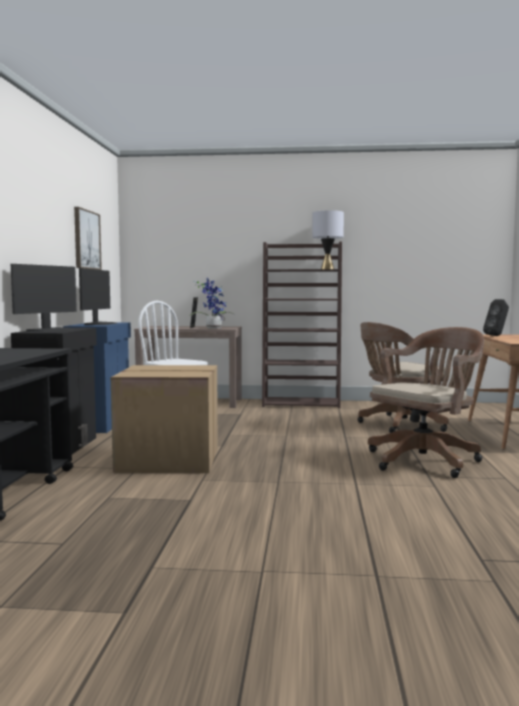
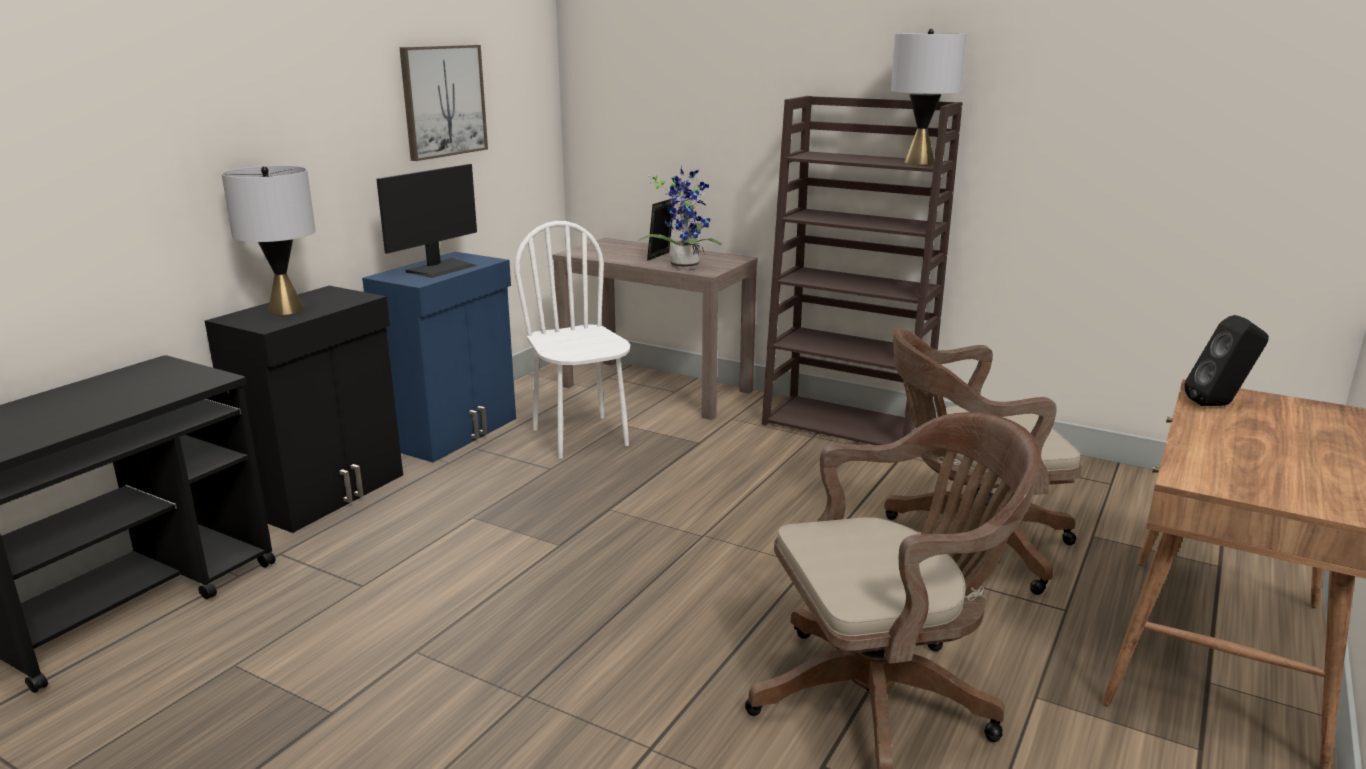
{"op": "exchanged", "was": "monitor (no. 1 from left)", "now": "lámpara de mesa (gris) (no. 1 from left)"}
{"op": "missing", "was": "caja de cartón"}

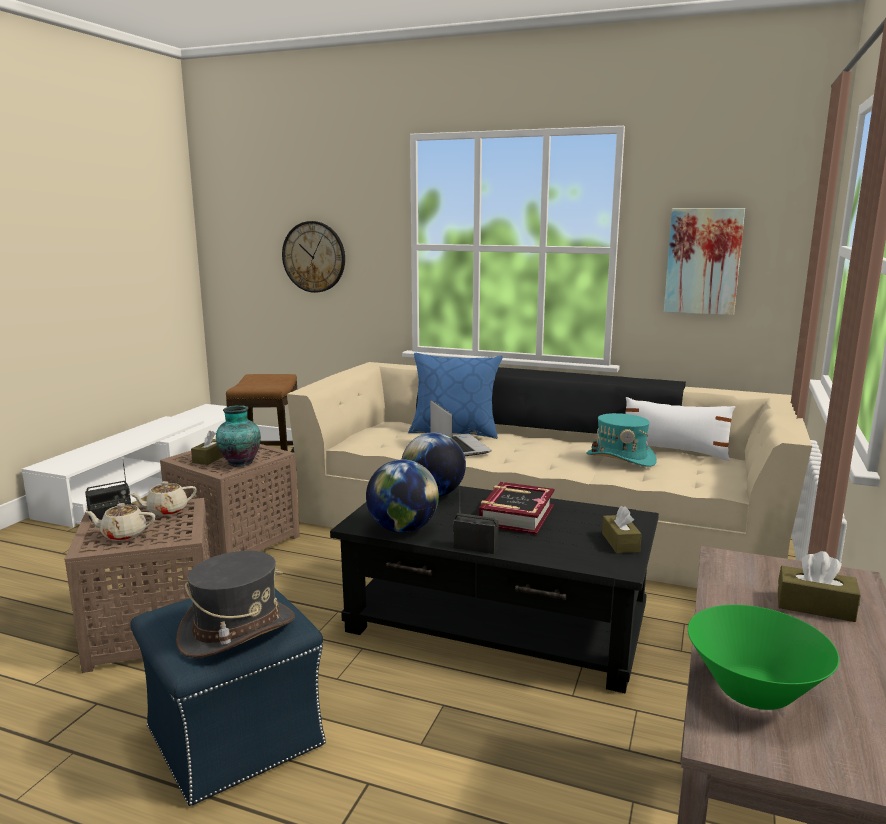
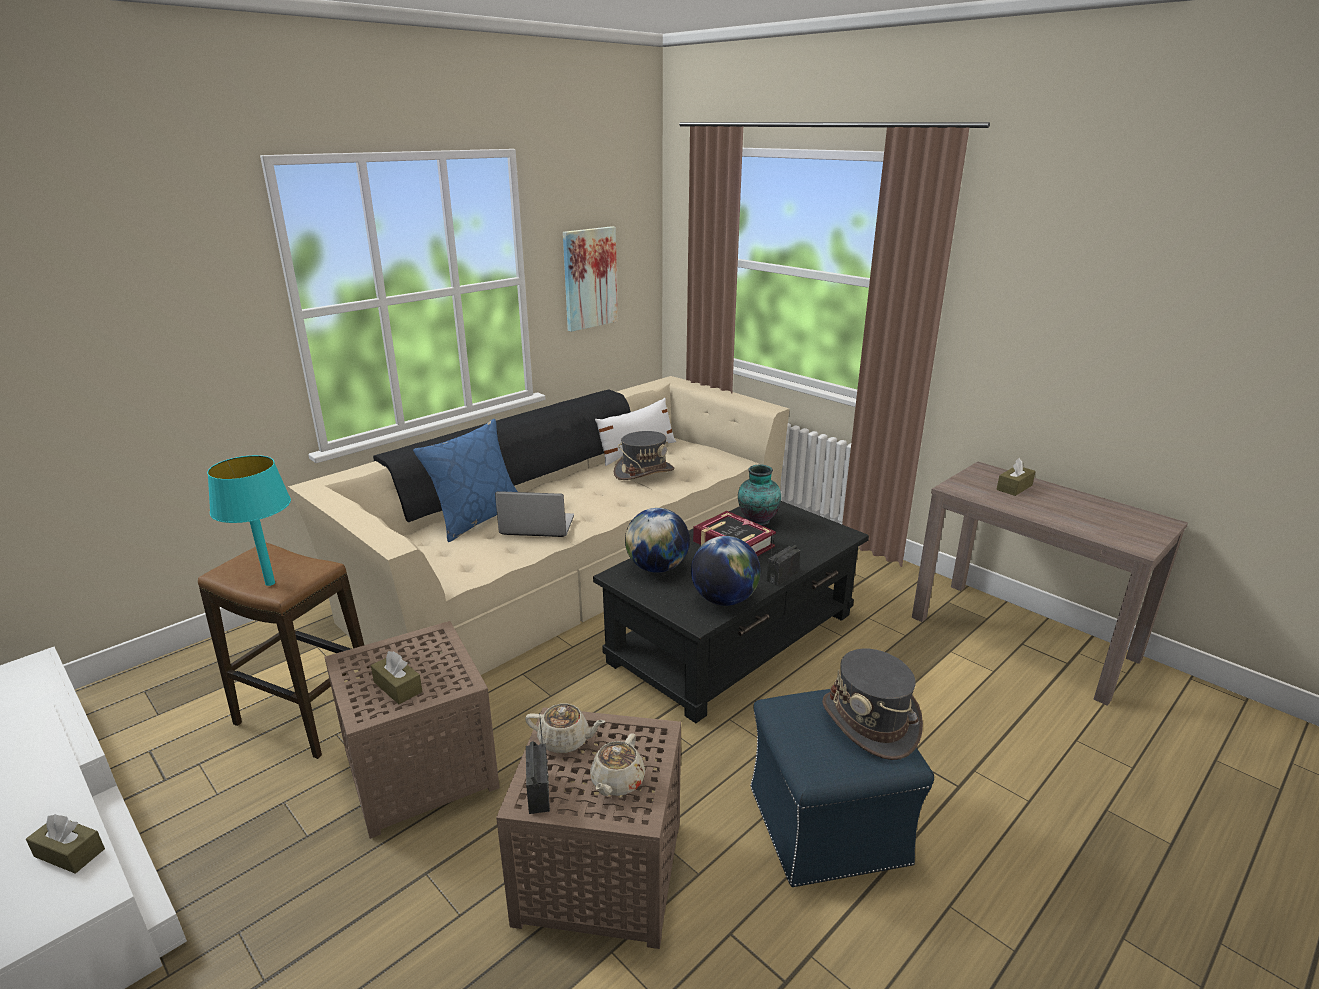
{"op": "missing", "was": "reloj de pared"}
{"op": "relocated", "was": "florero"}
{"op": "colour", "was": "sombrero (turquesa)", "now": "sombrero (gris) (no. 1 from left)"}
{"op": "spun", "was": "tetera (beis) (no. 2 from left in the first image)", "clockwise": -75}
{"op": "relocated", "was": "caja de pañuelos (marrón) (no. 2 from left in the first image)", "now": "caja de pañuelos (marrón) (no. 1 from left)"}
{"op": "missing", "was": "cuenco (verde)"}
{"op": "appeared", "now": "lámpara de mesa (turquesa)"}

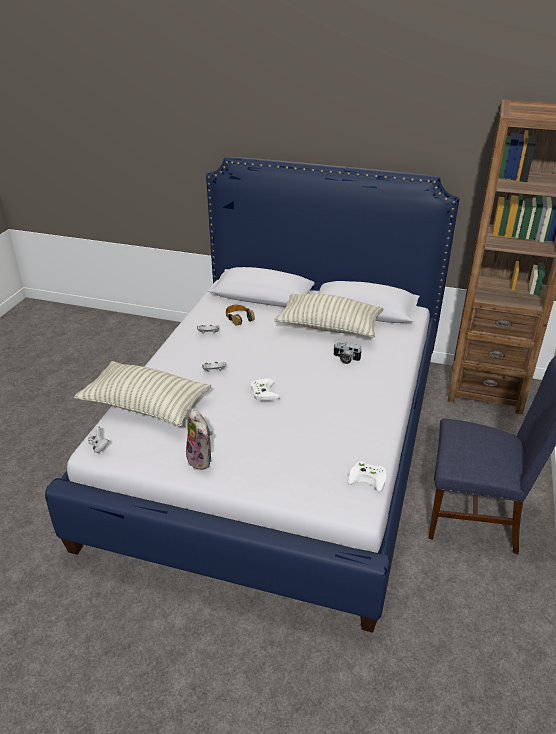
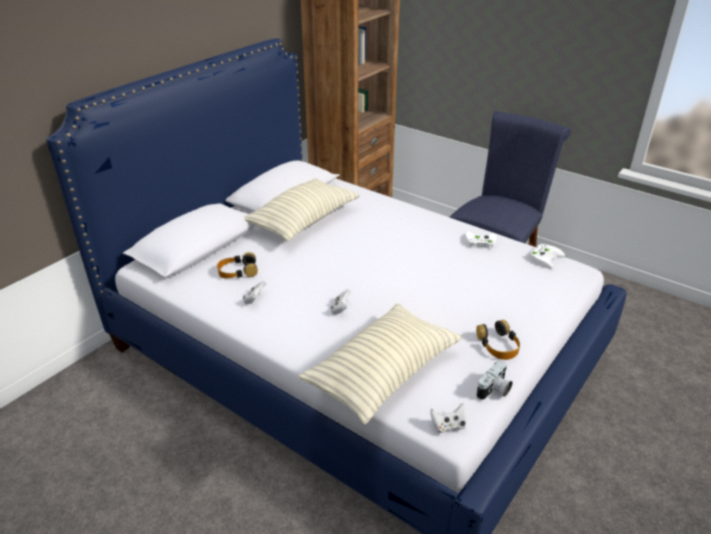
{"op": "relocated", "was": "cámara"}
{"op": "relocated", "was": "mando de consola (blanco) (no. 4 from left)"}
{"op": "exchanged", "was": "peluche", "now": "auriculares (no. 2 from left)"}

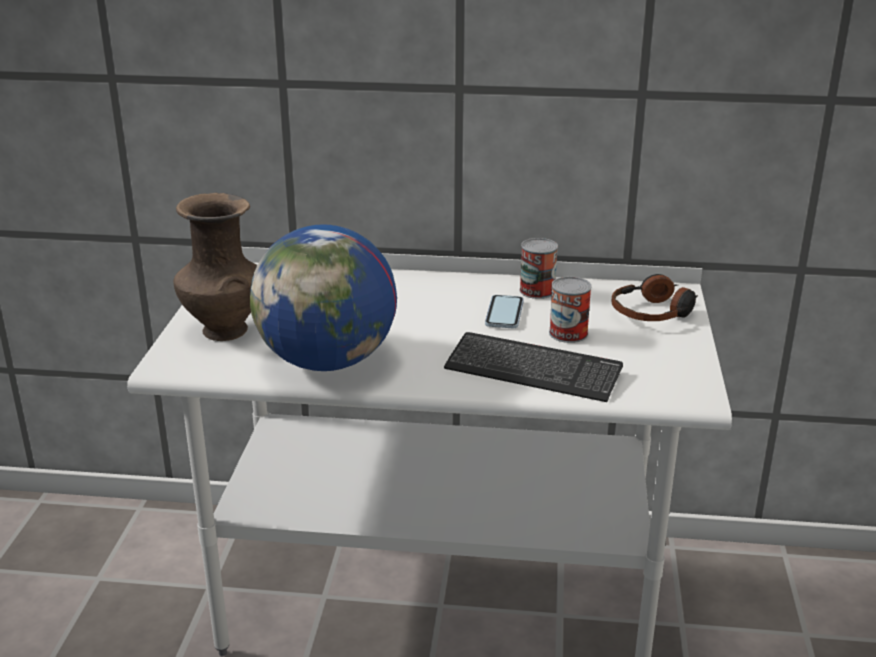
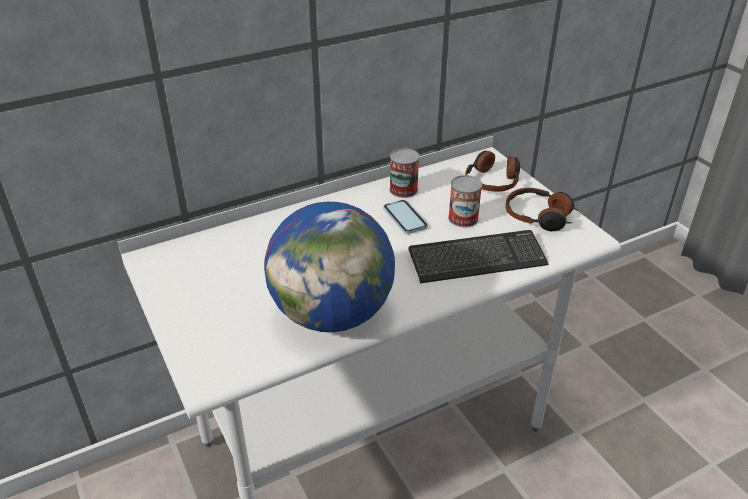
{"op": "missing", "was": "florero (marrón)"}
{"op": "appeared", "now": "auriculares (no. 2 from left)"}

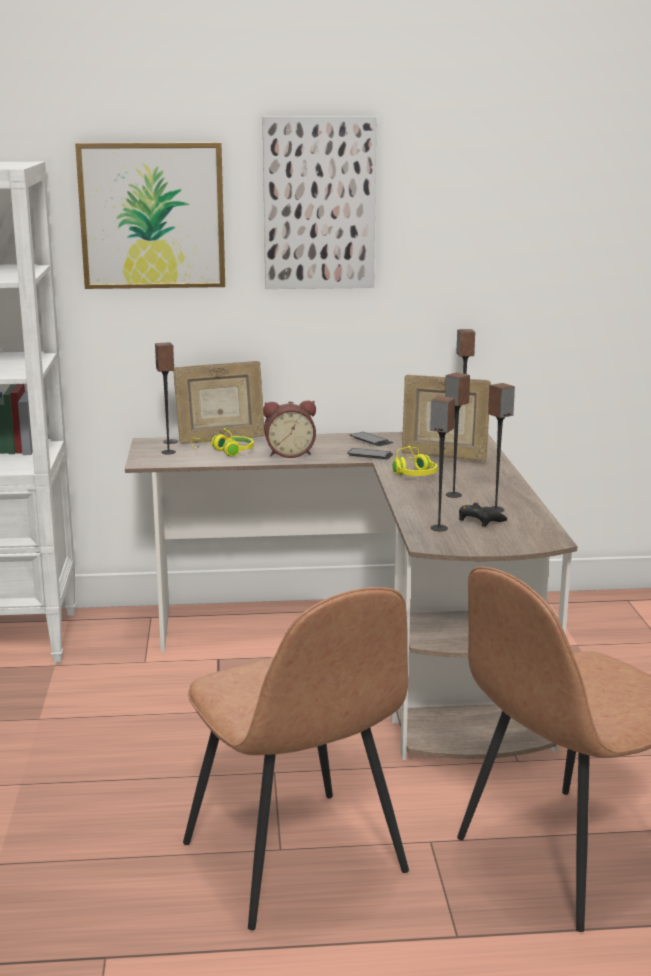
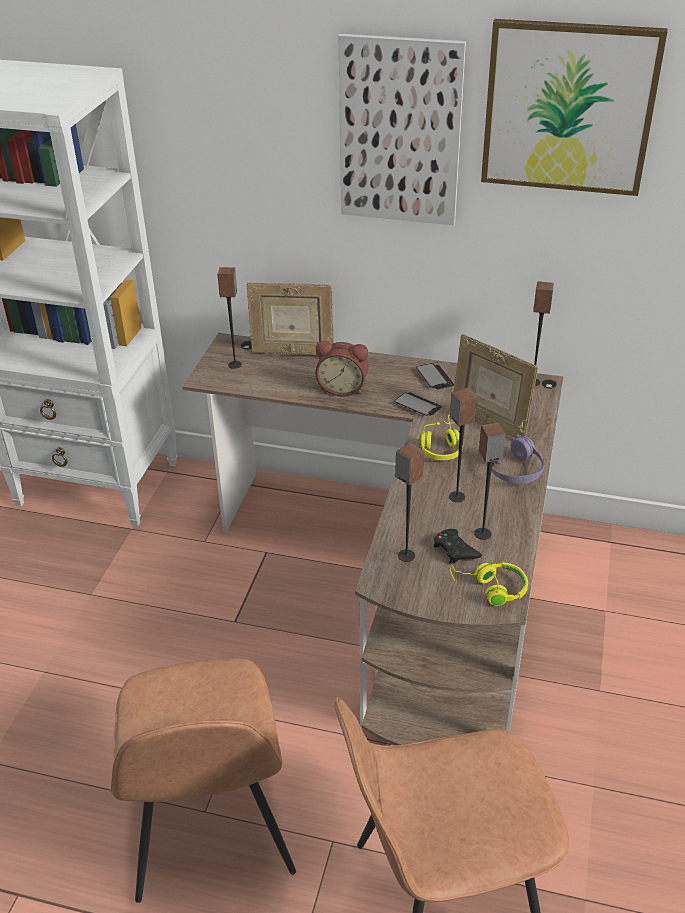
{"op": "relocated", "was": "cuadro (no. 1 from left in the first image)", "now": "cuadro (no. 2 from left)"}
{"op": "relocated", "was": "auriculares (amarillo) (no. 1 from left in the first image)", "now": "auriculares (amarillo) (no. 2 from left)"}
{"op": "appeared", "now": "auriculares (morado)"}

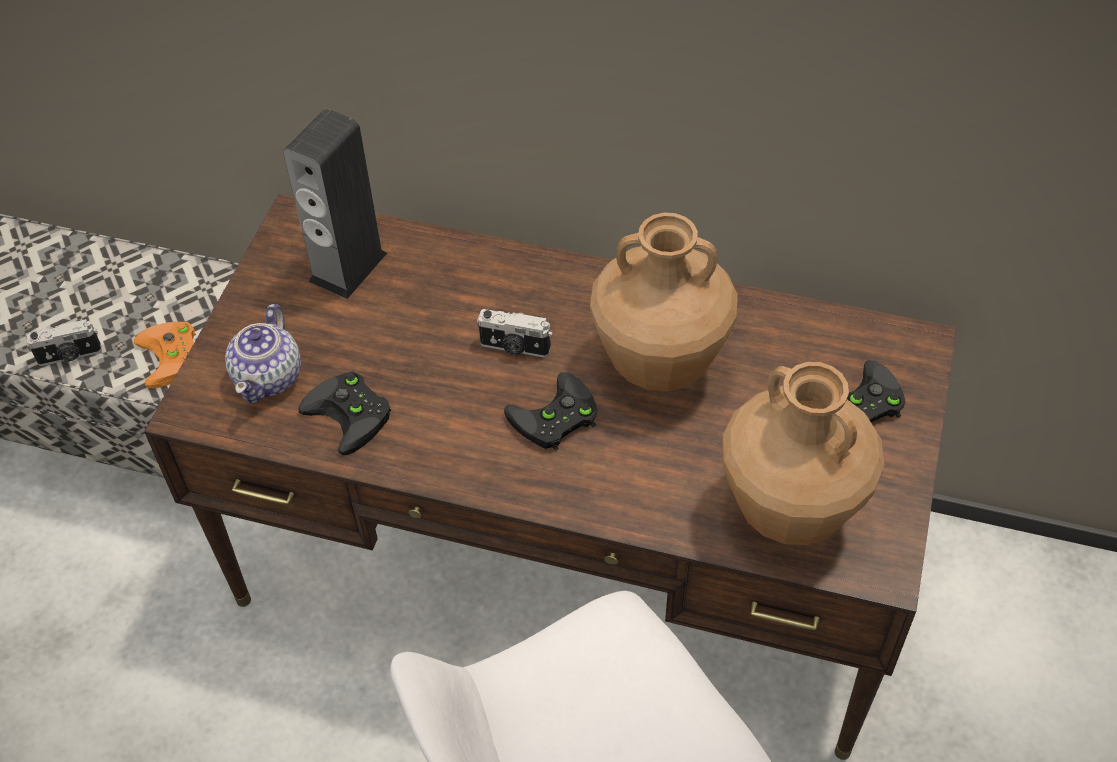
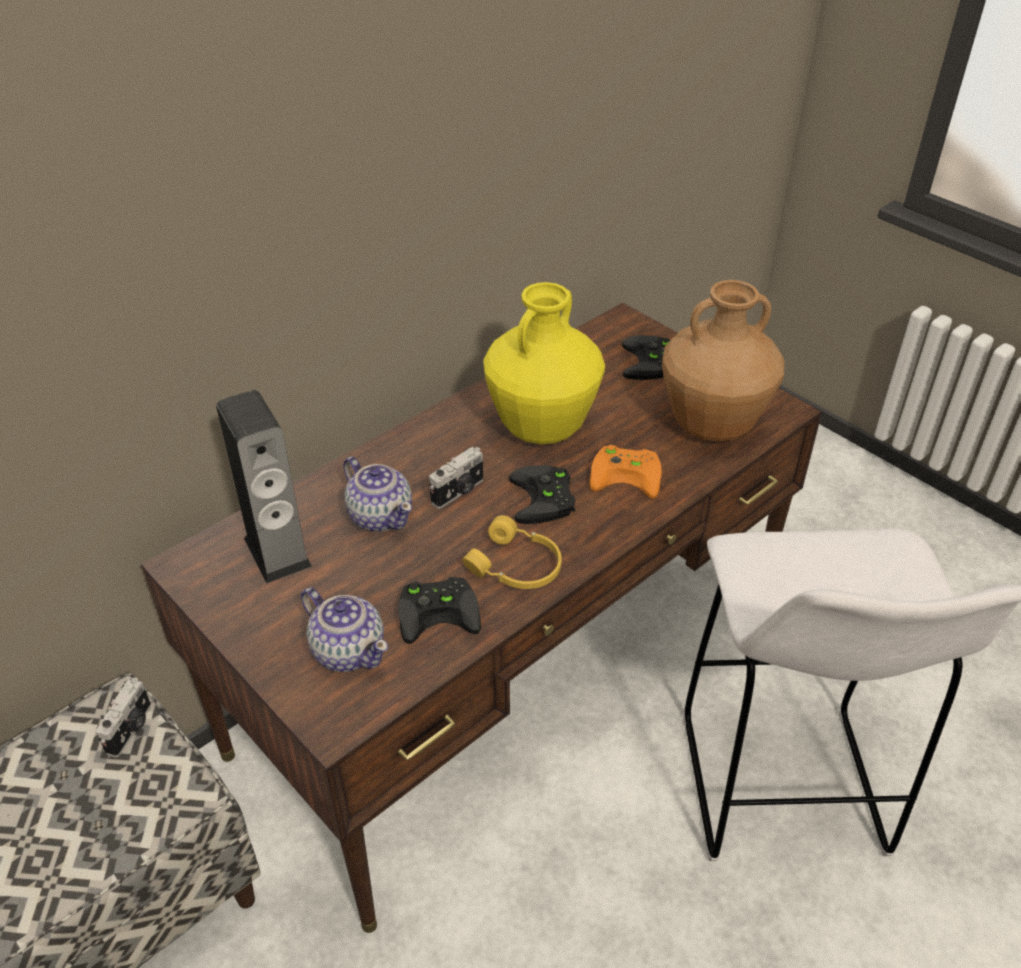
{"op": "colour", "was": "florero (marrón) (no. 1 from left)", "now": "florero (amarillo)"}
{"op": "relocated", "was": "cámara (no. 1 from left)"}
{"op": "relocated", "was": "mando de consola (naranja)"}
{"op": "appeared", "now": "tetera (no. 2 from left)"}
{"op": "appeared", "now": "auriculares (amarillo)"}

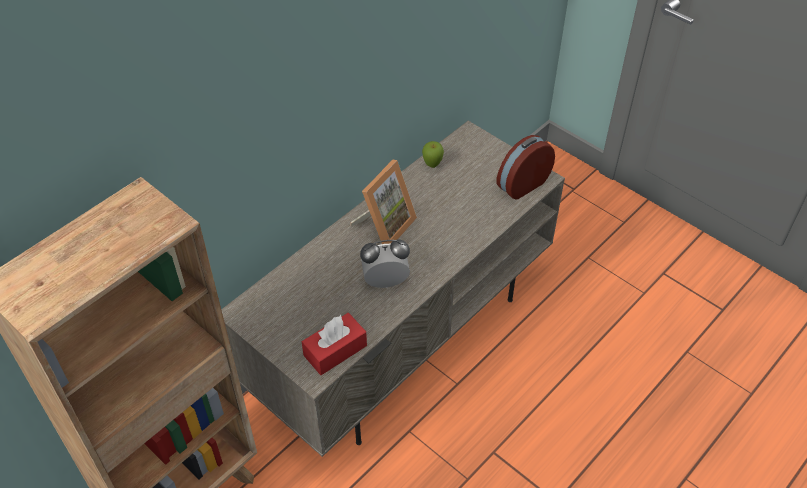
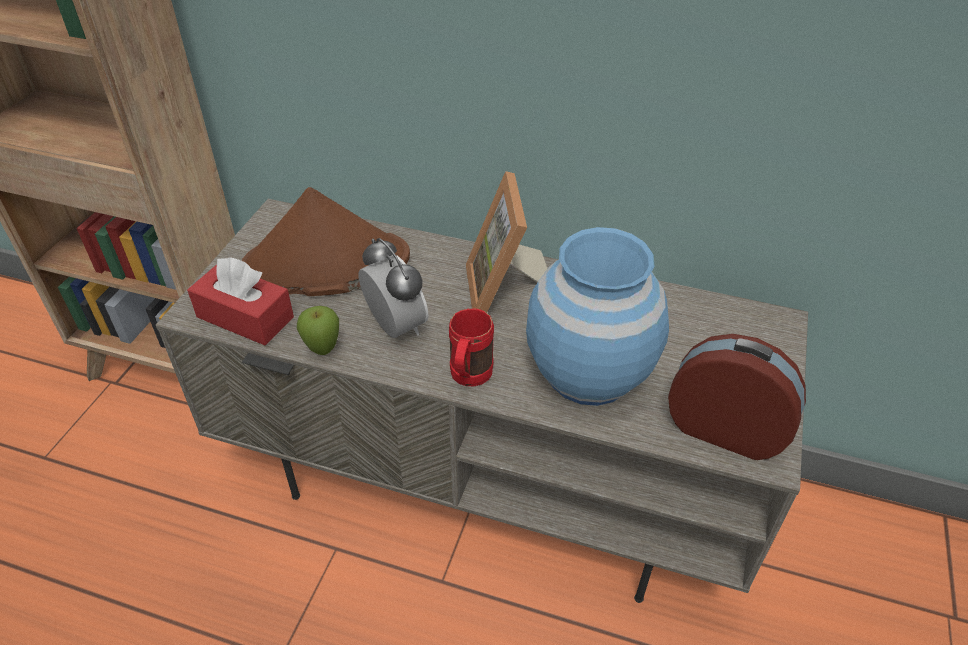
{"op": "relocated", "was": "manzana"}
{"op": "spun", "was": "portarretratos", "clockwise": 75}
{"op": "appeared", "now": "sombrero (marrón)"}
{"op": "appeared", "now": "florero (azul)"}
{"op": "appeared", "now": "taza grande (rojo)"}

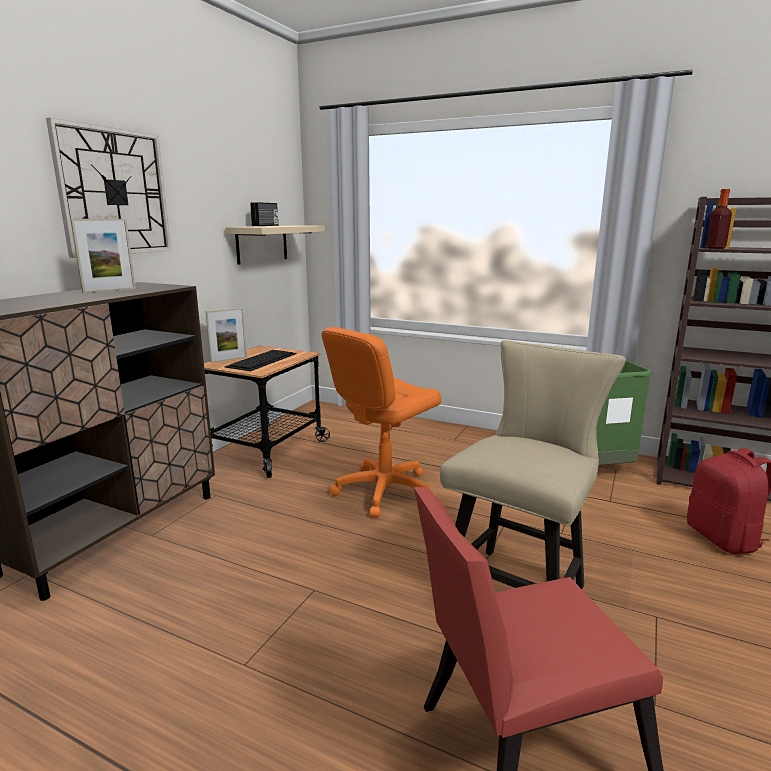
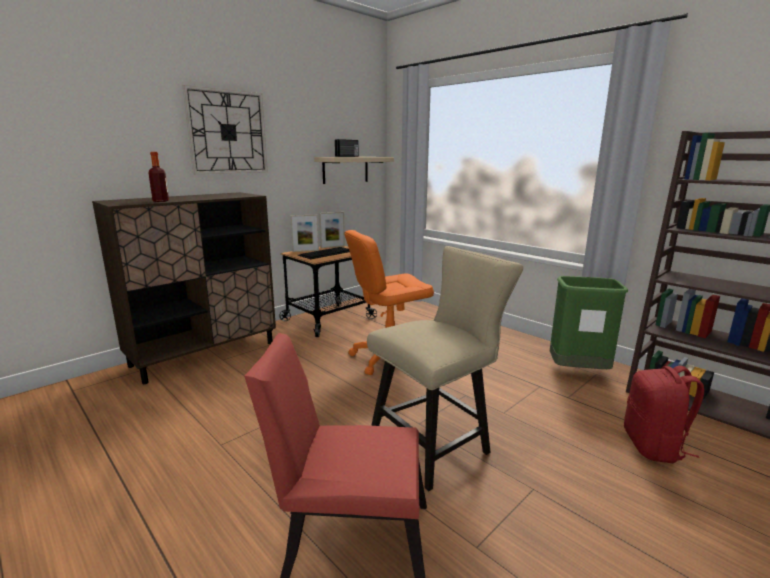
{"op": "relocated", "was": "botella"}
{"op": "relocated", "was": "portarretratos (no. 1 from left in the first image)", "now": "portarretratos (no. 2 from left)"}

